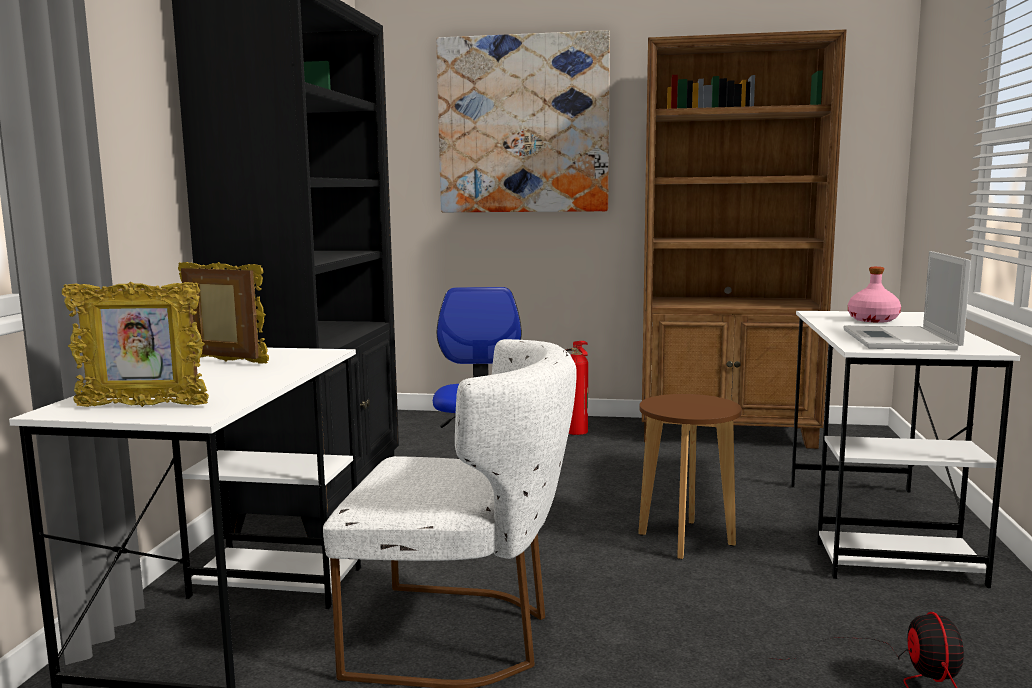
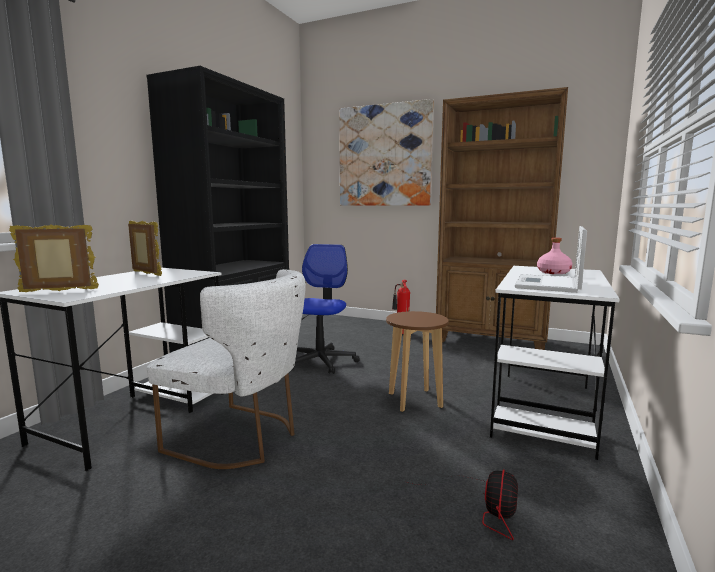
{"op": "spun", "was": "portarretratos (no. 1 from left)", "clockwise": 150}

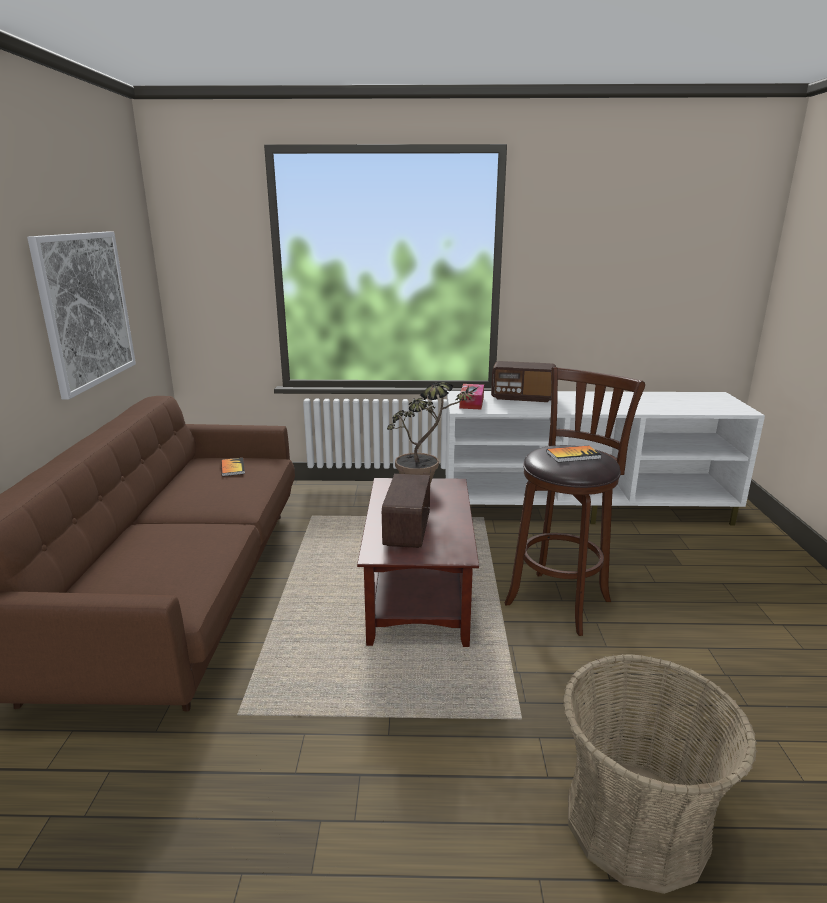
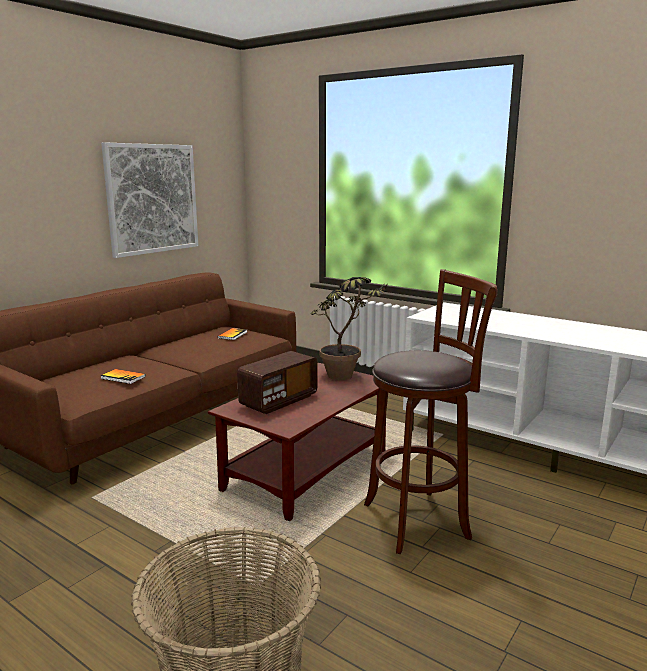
{"op": "missing", "was": "radio (no. 2 from left)"}
{"op": "missing", "was": "caja de pañuelos"}
{"op": "relocated", "was": "libro (no. 2 from left in the first image)", "now": "libro (no. 1 from left)"}

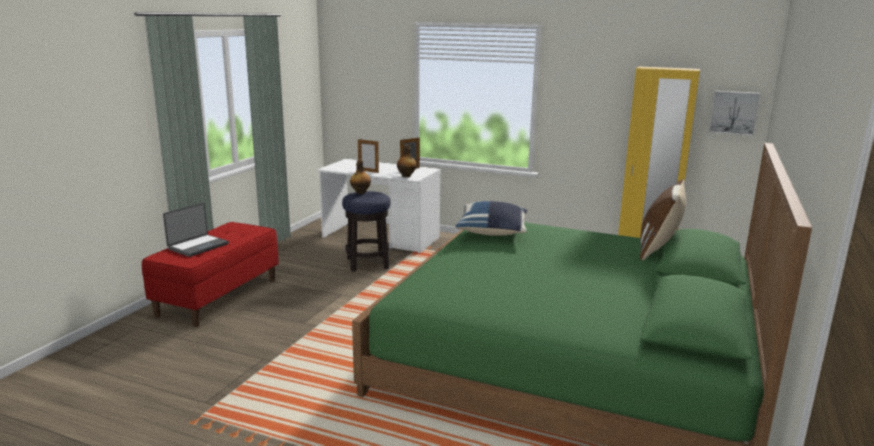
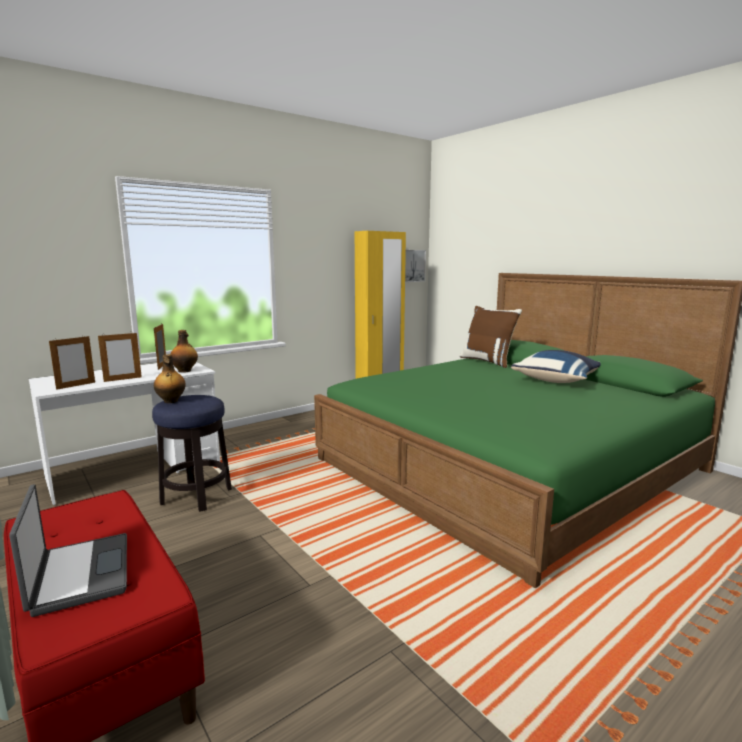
{"op": "relocated", "was": "cojín (azul)"}
{"op": "appeared", "now": "portarretratos (no. 1 from left)"}

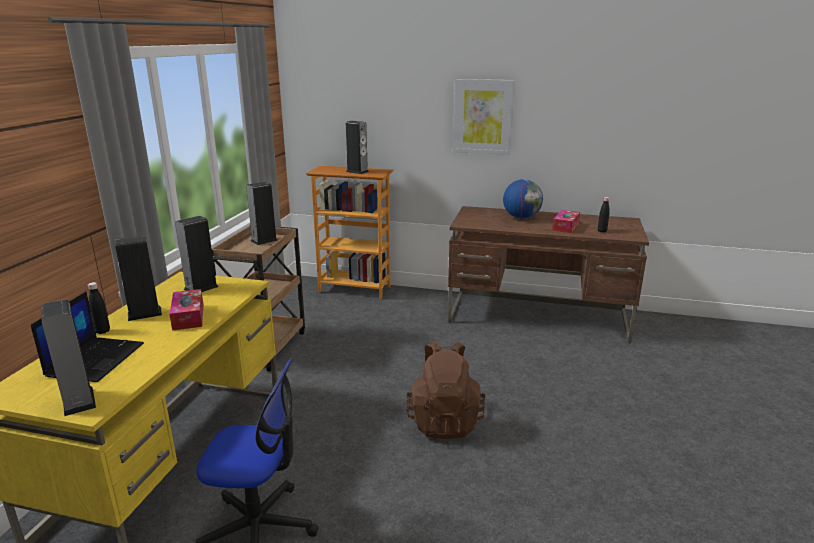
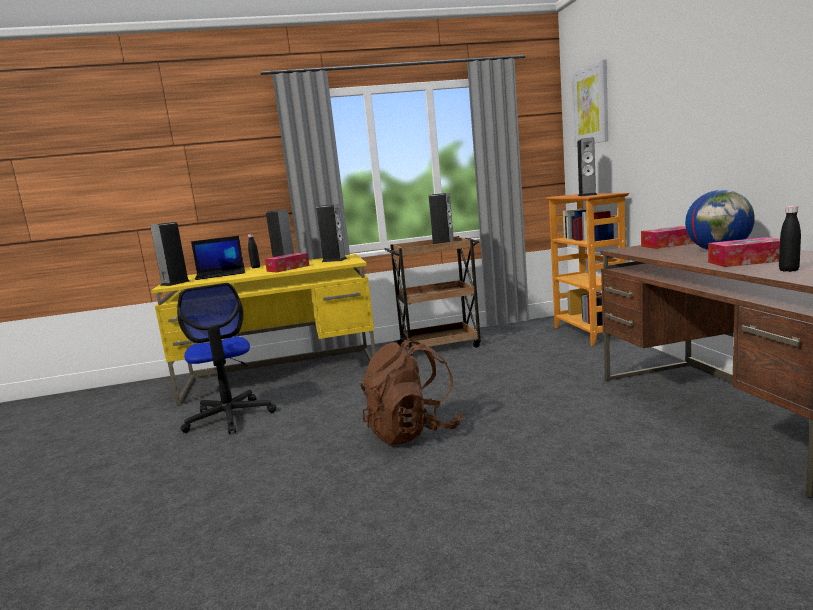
{"op": "relocated", "was": "cuadro"}
{"op": "appeared", "now": "caja de pañuelos (no. 2 from left)"}

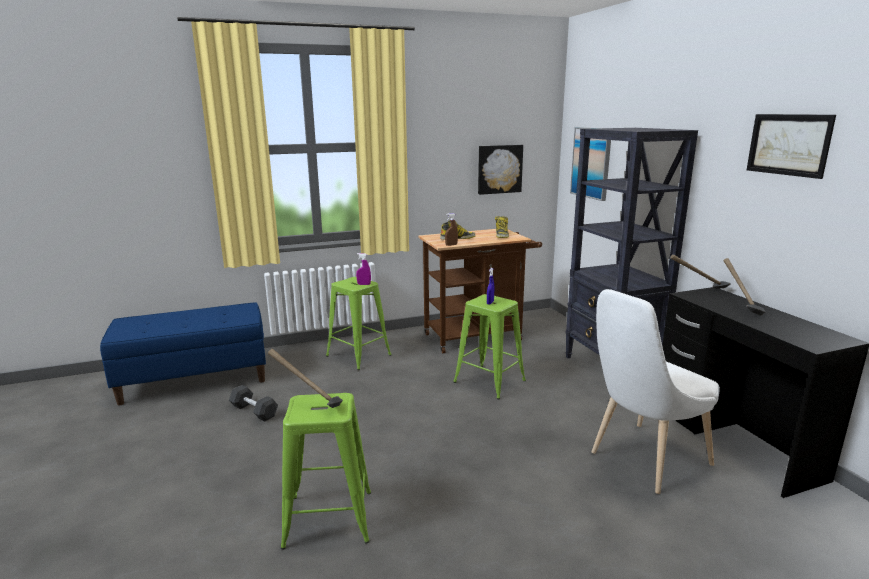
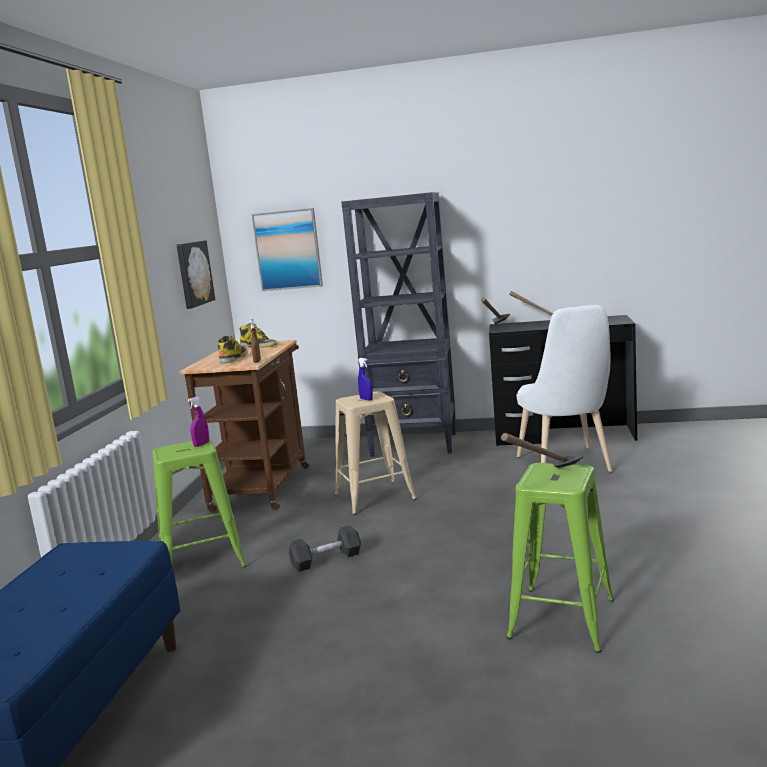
{"op": "missing", "was": "cuadro (no. 3 from left)"}
{"op": "colour", "was": "taburete (verde) (no. 3 from left)", "now": "taburete (beis)"}
{"op": "relocated", "was": "mancuerna (gris)"}

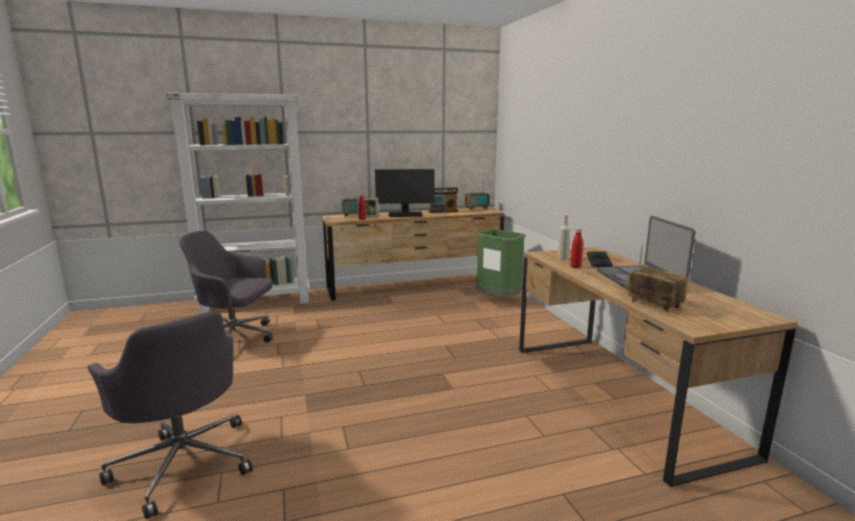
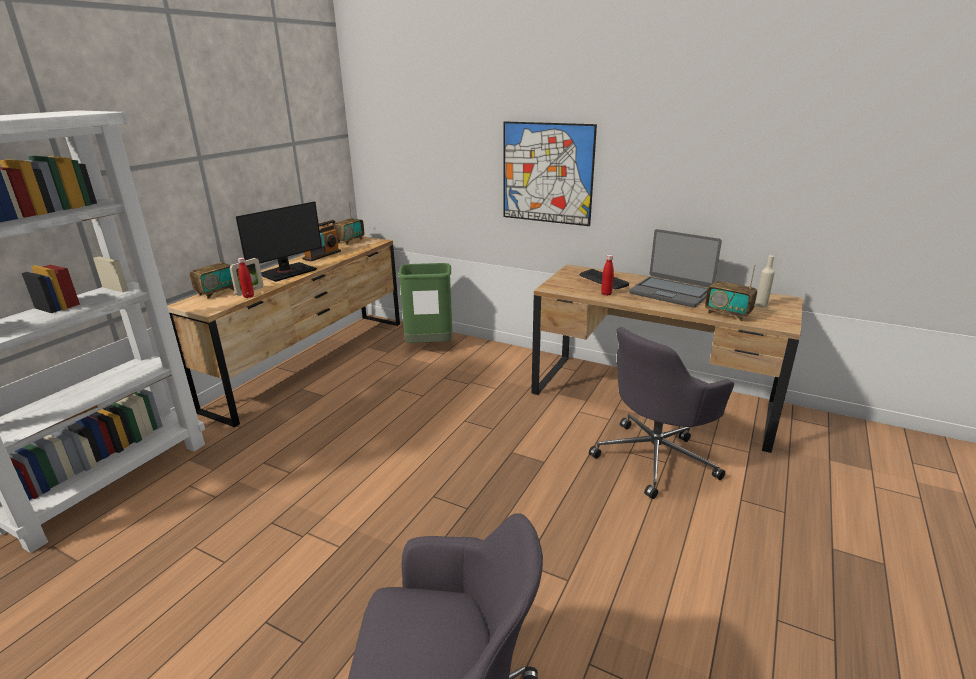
{"op": "relocated", "was": "botella (beis)"}
{"op": "relocated", "was": "silla de oficina (gris) (no. 2 from left)"}
{"op": "spun", "was": "radio (no. 4 from left)", "clockwise": -150}
{"op": "appeared", "now": "cuadro"}

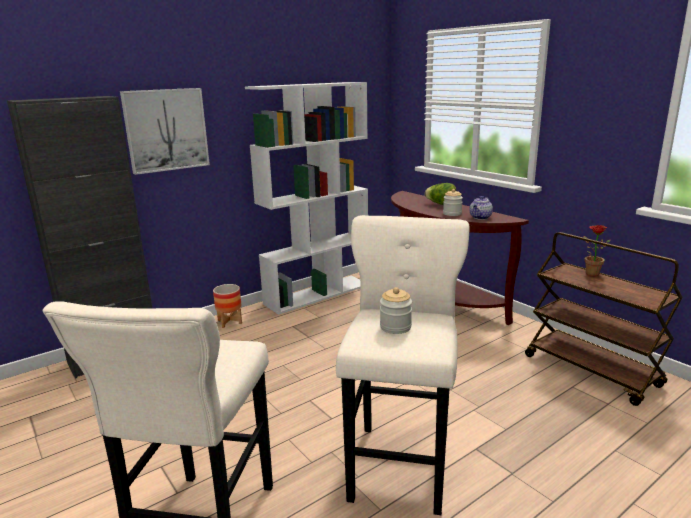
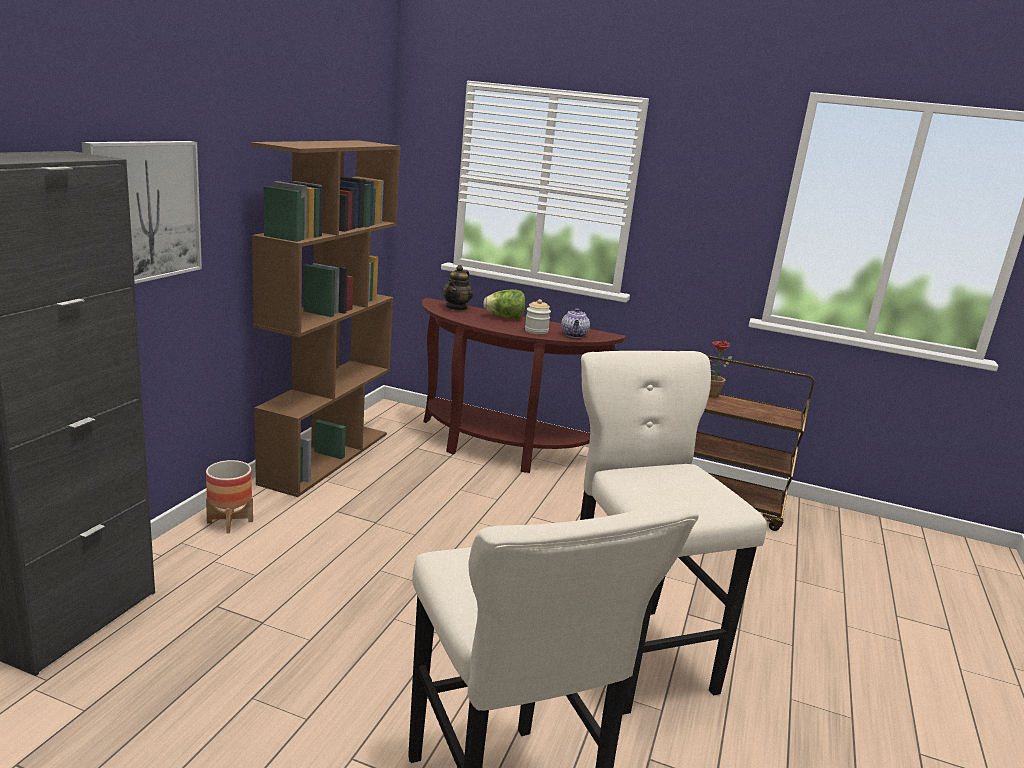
{"op": "colour", "was": "estantería (blanco)", "now": "estantería (marrón)"}
{"op": "missing", "was": "tarro (no. 1 from left)"}
{"op": "appeared", "now": "tetera (no. 1 from left)"}

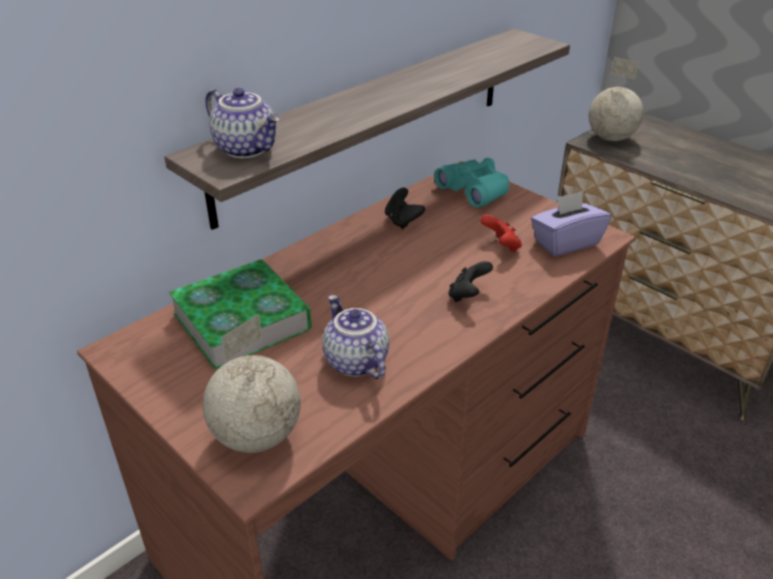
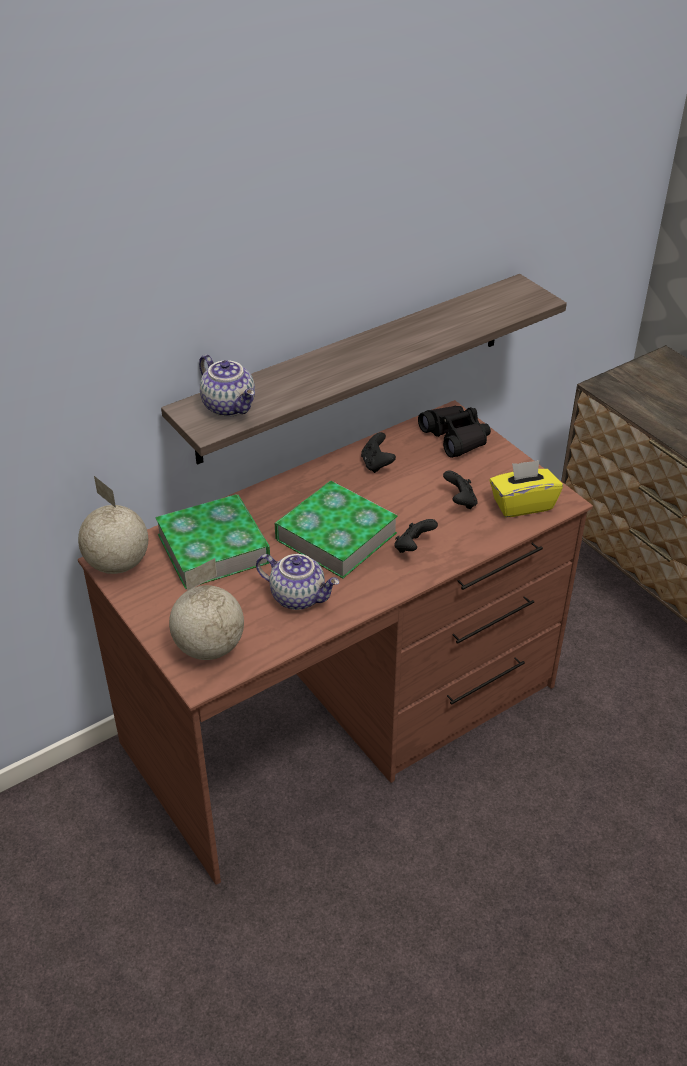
{"op": "relocated", "was": "globo terráqueo (no. 2 from left in the first image)", "now": "globo terráqueo (no. 1 from left)"}
{"op": "colour", "was": "prismáticos (turquesa)", "now": "prismáticos (negro)"}
{"op": "colour", "was": "caja de pañuelos (morado)", "now": "caja de pañuelos (amarillo)"}
{"op": "colour", "was": "mando de consola (rojo)", "now": "mando de consola (negro) (no. 3 from left)"}
{"op": "spun", "was": "tetera (no. 2 from left)", "clockwise": 135}
{"op": "appeared", "now": "libro (no. 2 from left)"}

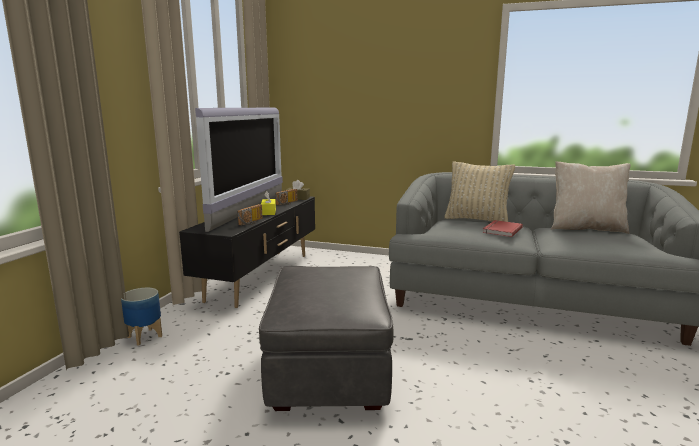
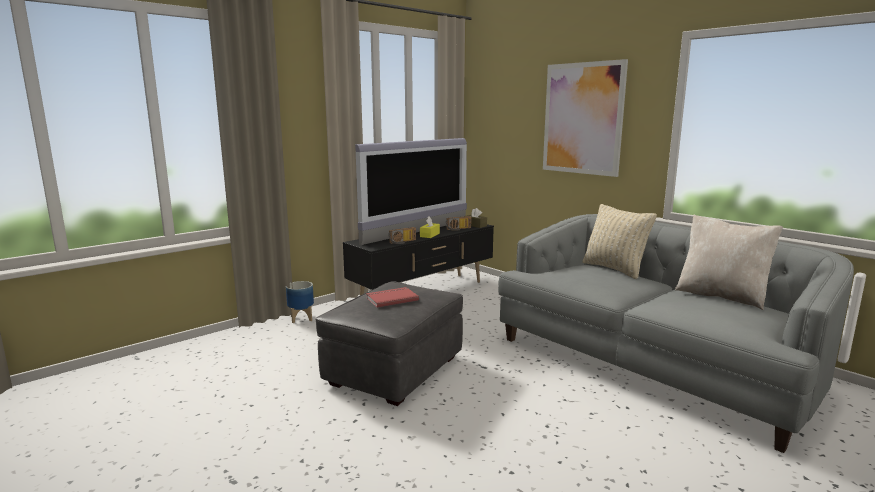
{"op": "relocated", "was": "libro (rojo)"}
{"op": "appeared", "now": "cuadro"}

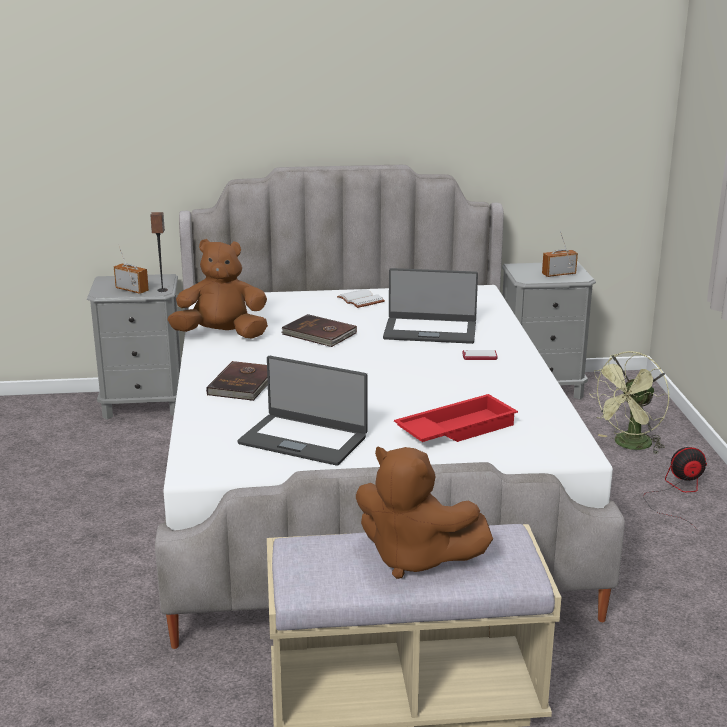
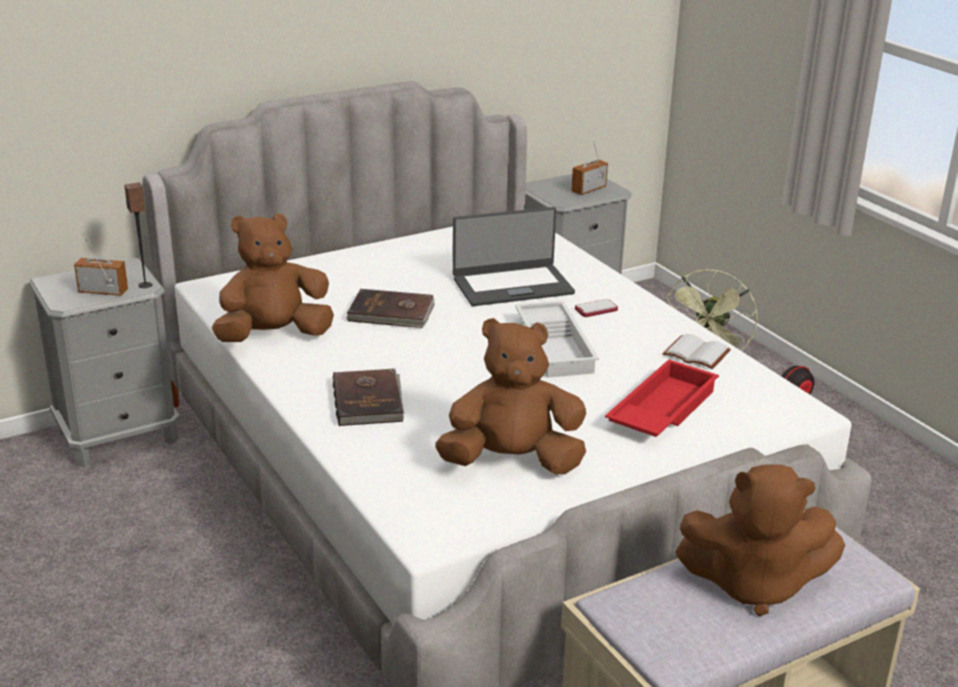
{"op": "relocated", "was": "libro (blanco)"}
{"op": "exchanged", "was": "portátil (no. 1 from left)", "now": "peluche (marrón) (no. 2 from left)"}
{"op": "appeared", "now": "bandeja (blanco)"}

